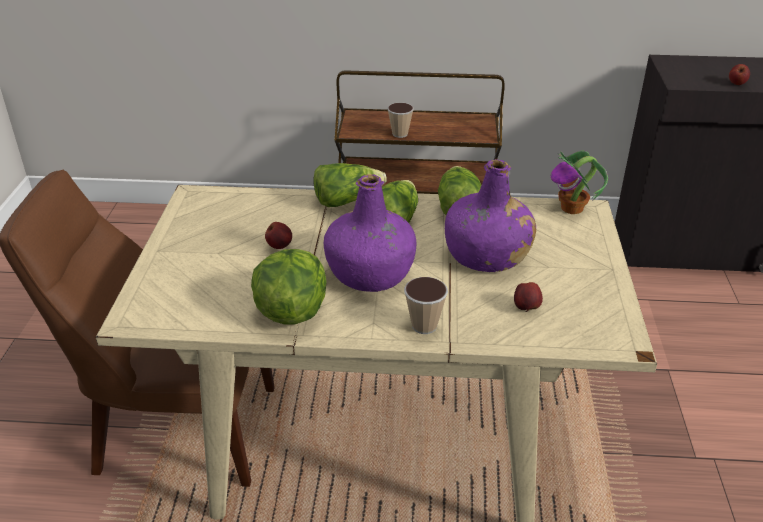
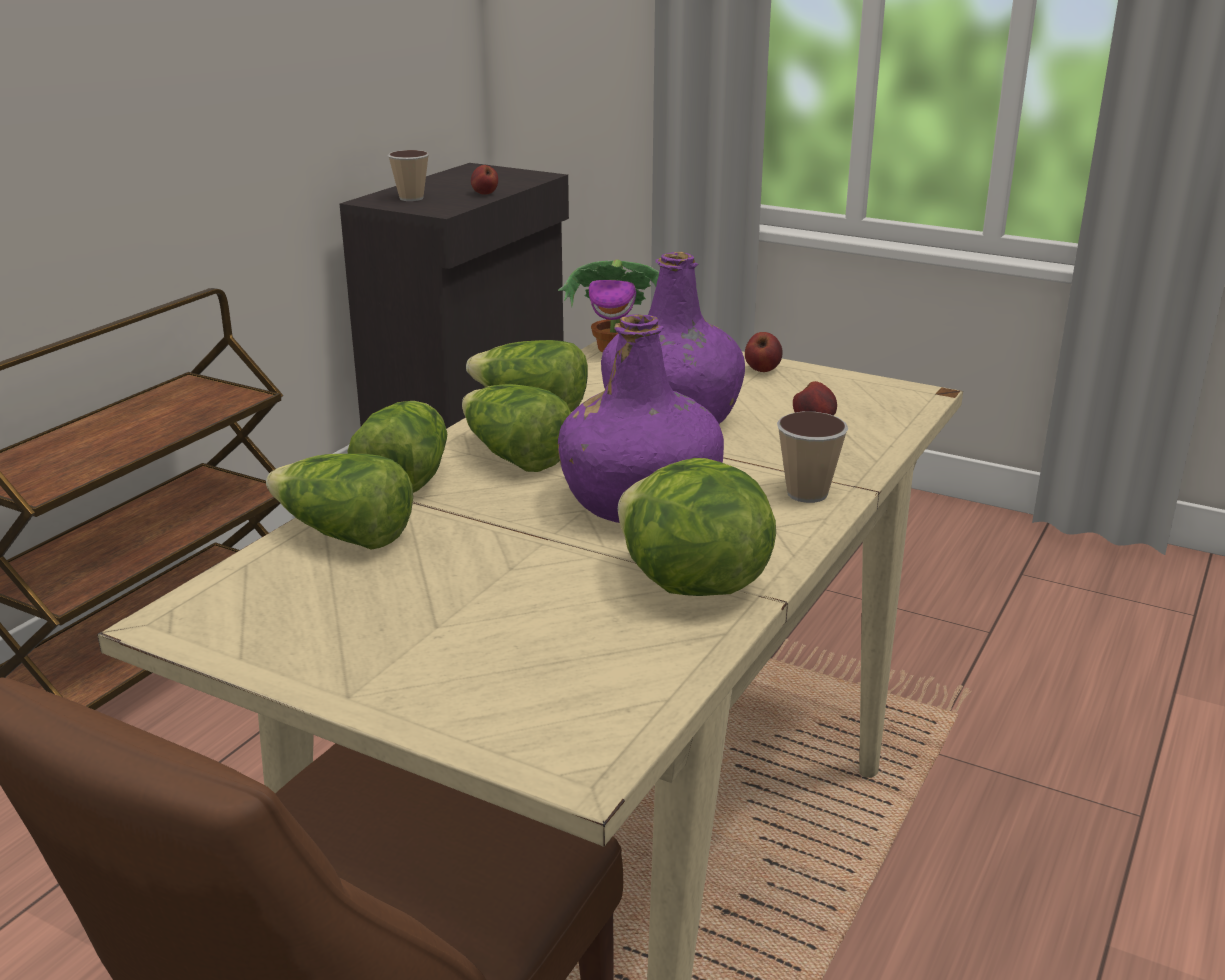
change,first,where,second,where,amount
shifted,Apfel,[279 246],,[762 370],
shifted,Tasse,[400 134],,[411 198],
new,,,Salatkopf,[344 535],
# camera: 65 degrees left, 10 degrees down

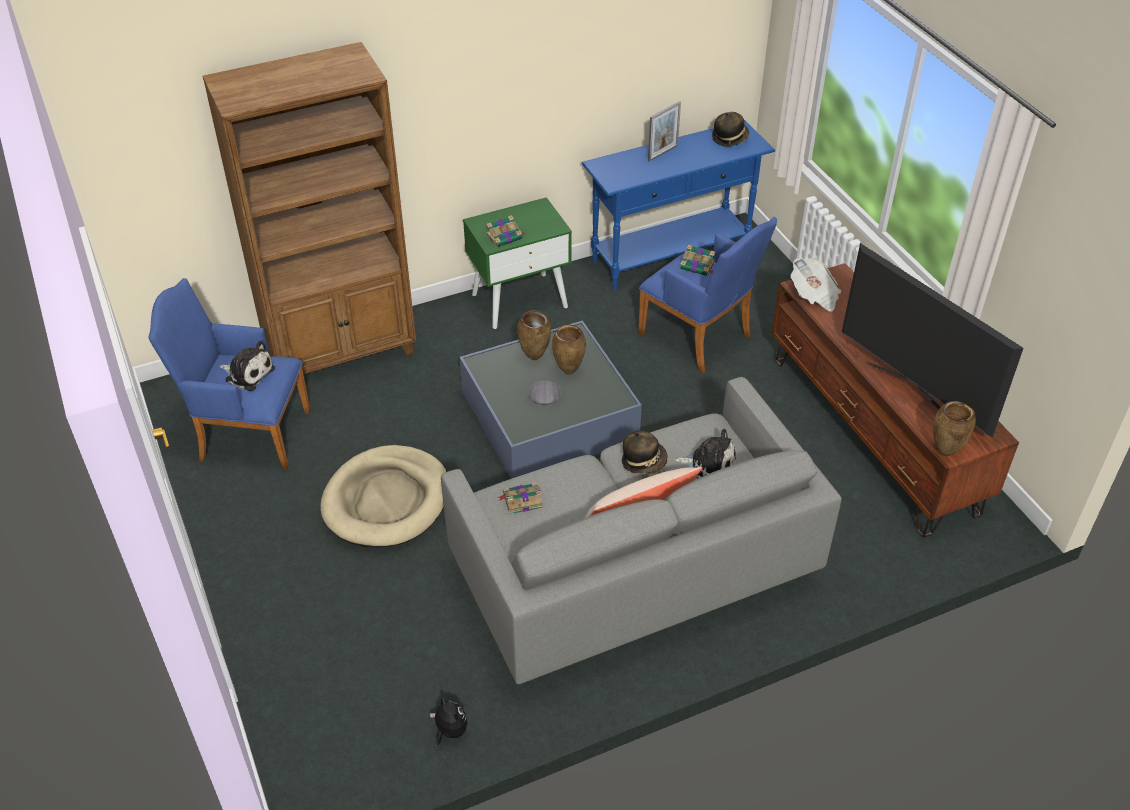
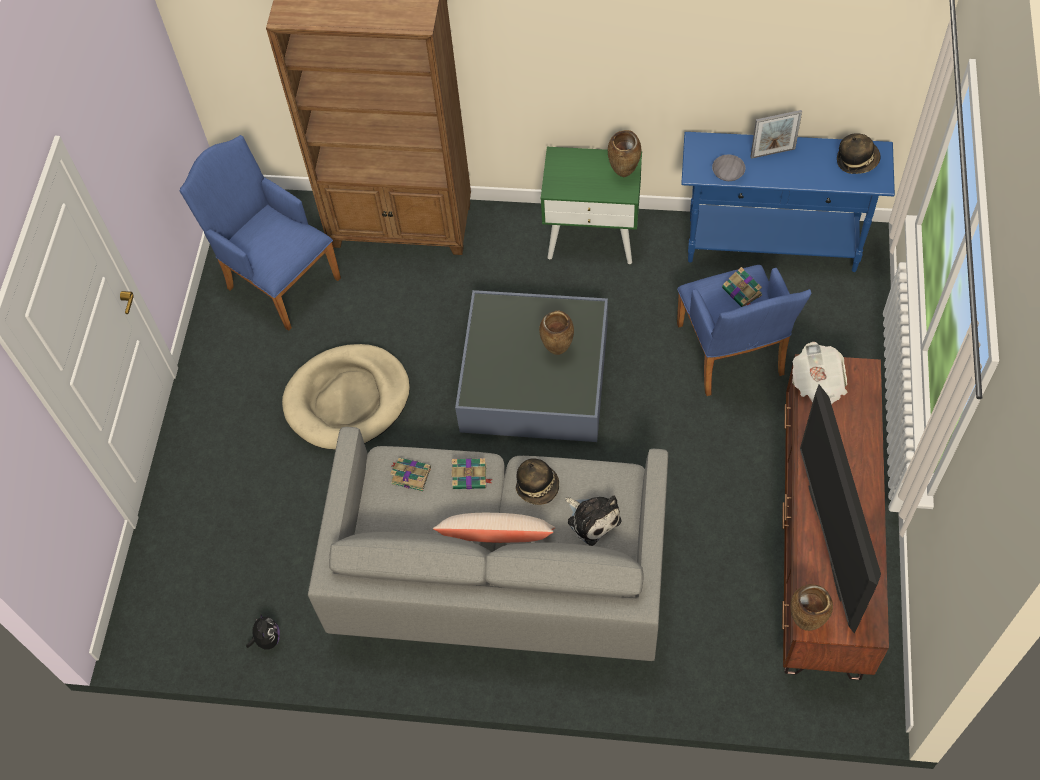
change,first,where,second,where,amount
gone,Plüschtier,[248 373],,,
shifted,Buch,[505 237],,[470 476],
shifted,Vase (braun),[535 357],,[624 174],
shifted,Schüssel (grau),[544 398],,[727 173],
# camera: 35 degrees right, 15 degrees up

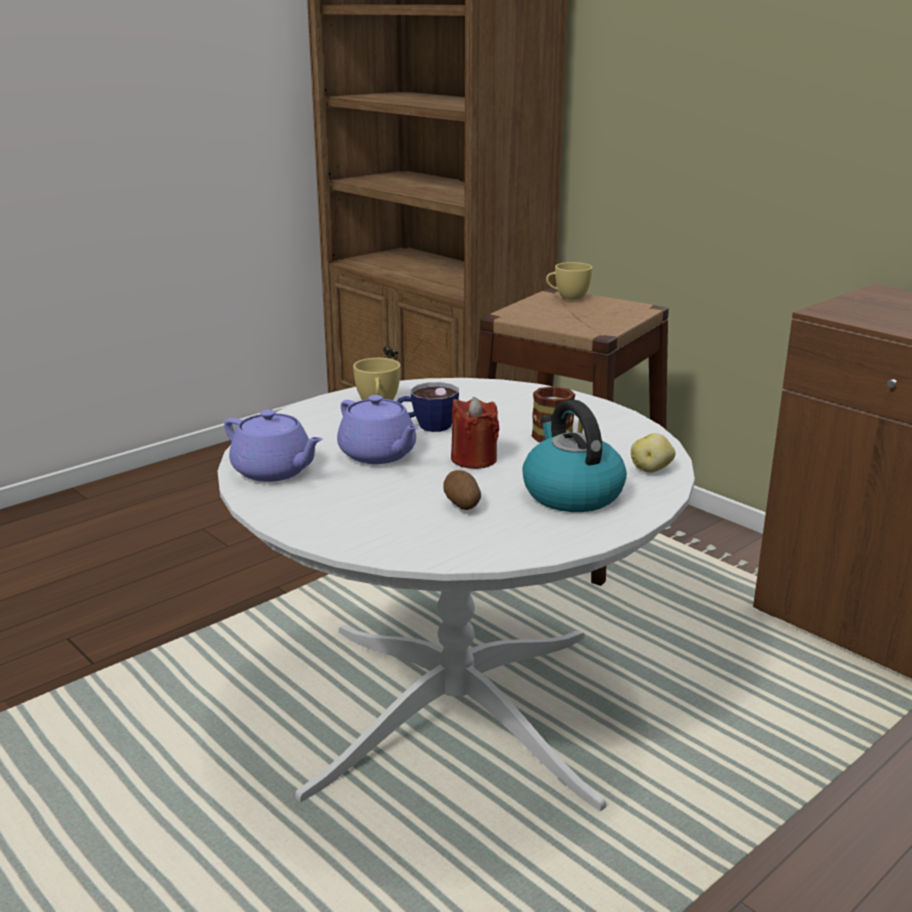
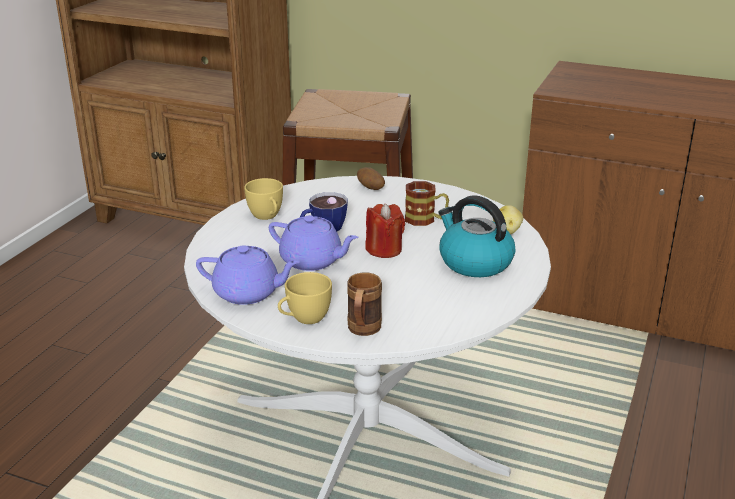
change,first,where,second,where,amount
shifted,Kartoffel,[461 505],,[370 188],
shifted,Tasse (gelb),[567 297],,[304 319],
new,,,Henkelbecher (braun),[362 331],
# camera: 25 degrees left, 5 degrees up

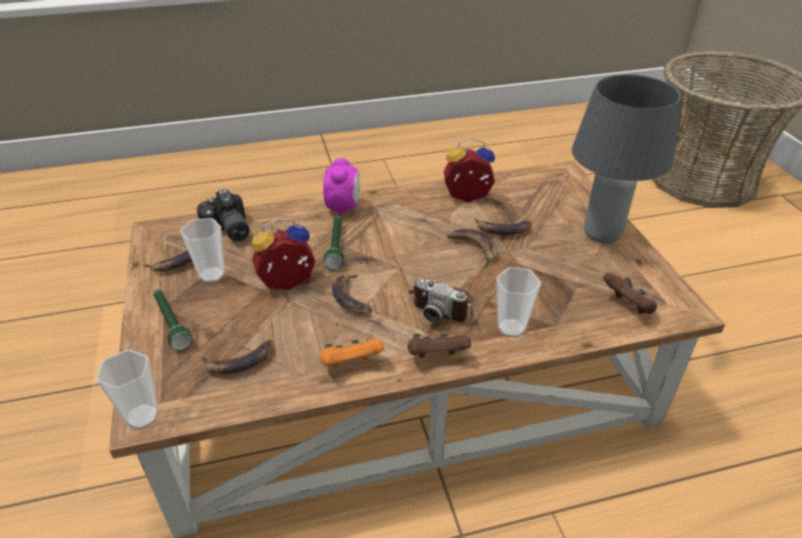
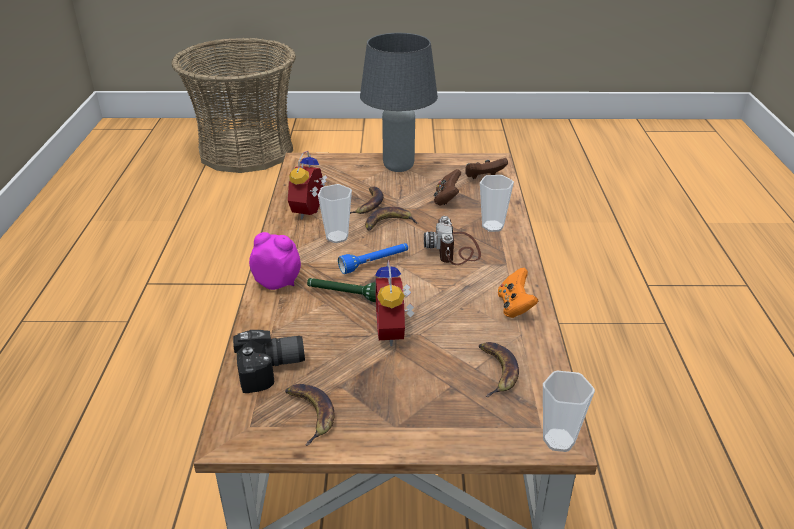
change,first,where,second,where,amount
gone,Taschenlampe (grün),[171 323],,,
shifted,Tasse,[211 275],,[337 237],
gone,Banane,[352 298],,,
shifted,Gamepad (braun),[436 357],,[446 199],
rotated,Kamera,[443 304],,[455 250],135 degrees clockwise
new,,,Taschenlampe (blau),[374 263],
# camera: 75 degrees left, 5 degrees down

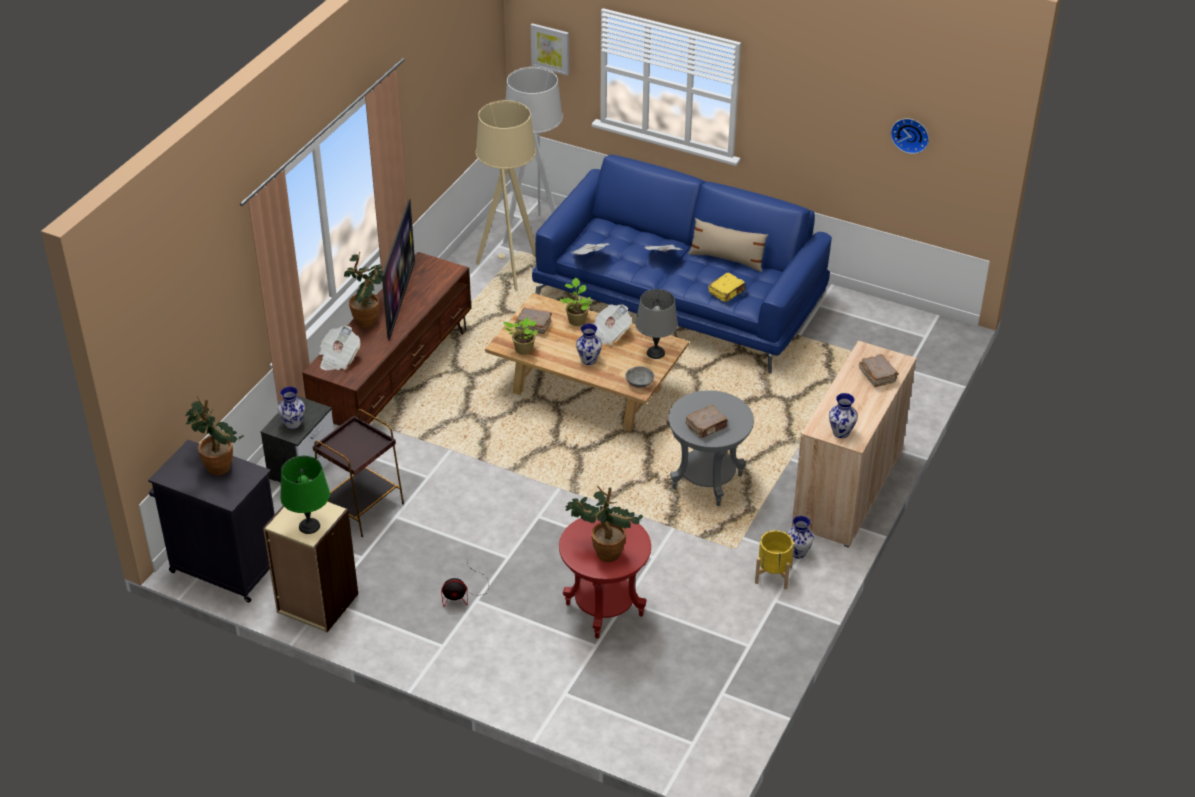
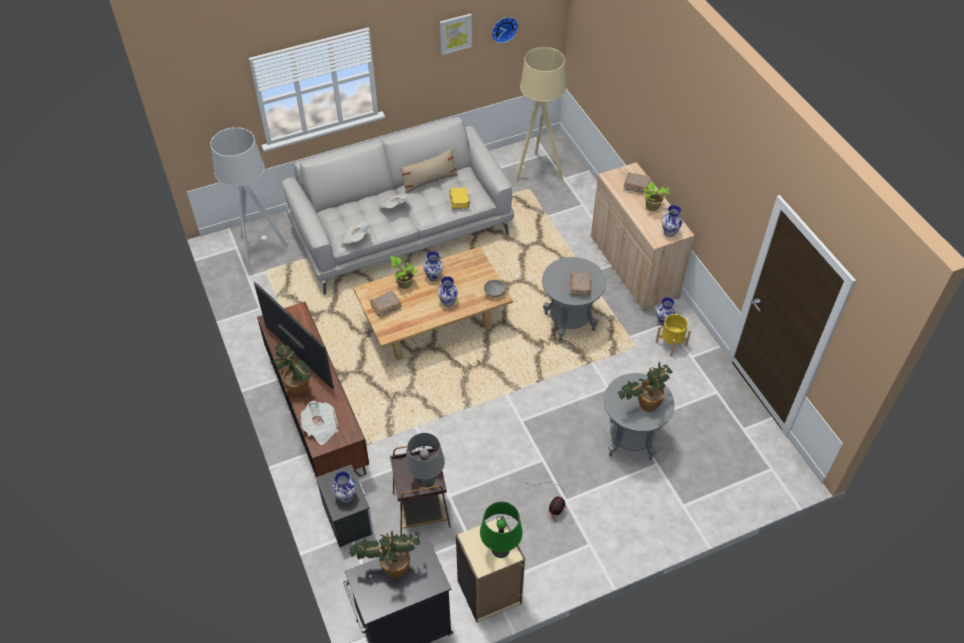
change,first,where,second,where,amount
shifted,Stehlampe (beige),[510 270],,[538 170],
shifted,Topfpflanze,[522 350],,[652 207],
shifted,Bild,[550 48],,[455 33],
repainted,Sofa (blau),[680 300],Sofa (grau),[401 228],
repainted,Beistelltisch (rot),[604 610],Beistelltisch (grau),[630 440],
swapped,Zeitung,[609 334],Vase,[434 277],
shifted,Tischlampe (grau),[656 353],,[426 479],
# camera: 50 degrees left, 10 degrees up

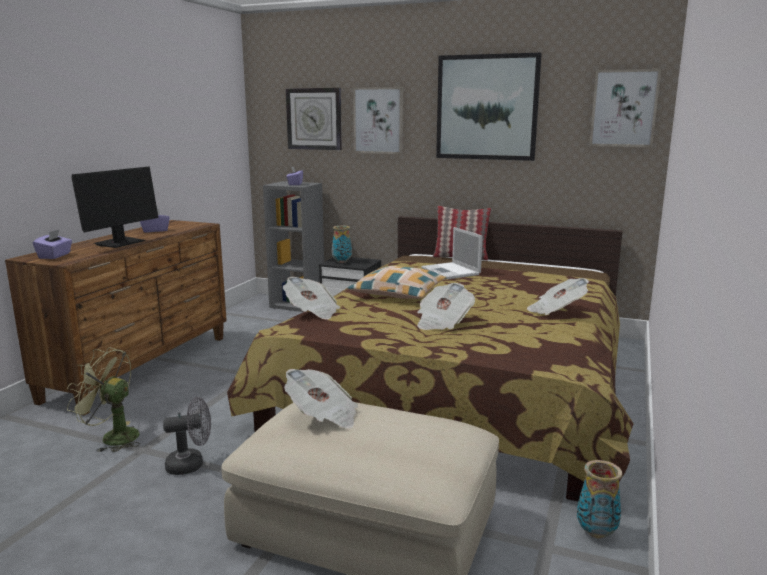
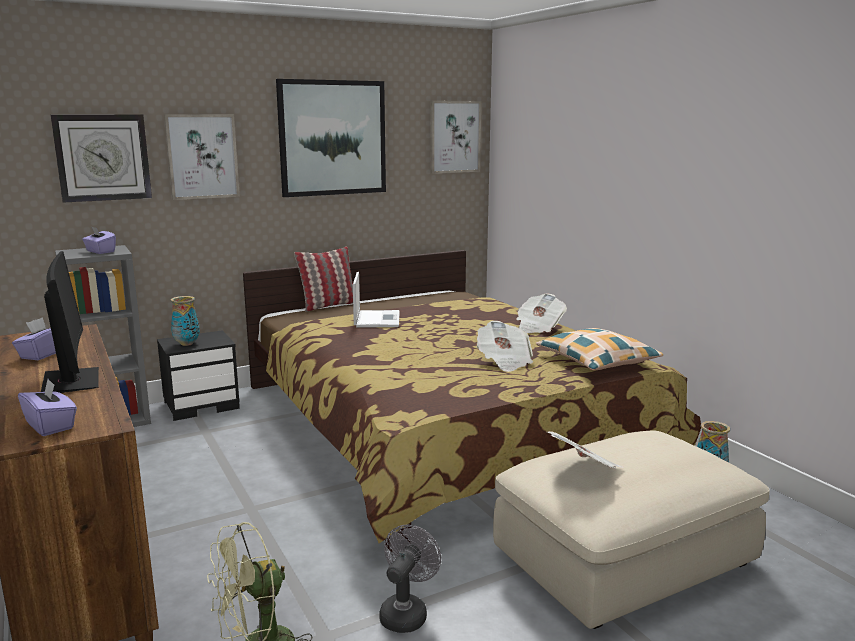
change,first,where,second,where,amount
gone,Zeitung,[312 312],,,
shifted,Kissen,[398 293],,[597 361],
rotated,Laptop,[451 271],,[377 319],105 degrees counterclockwise
# camera: 50 degrees left, 0 degrees up

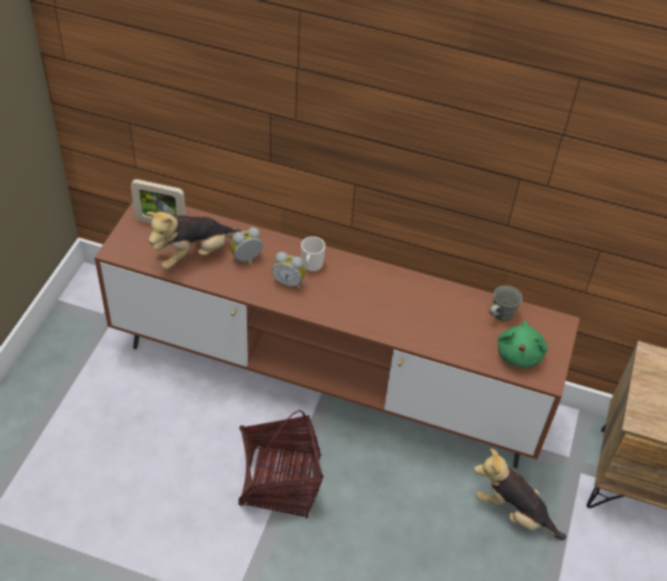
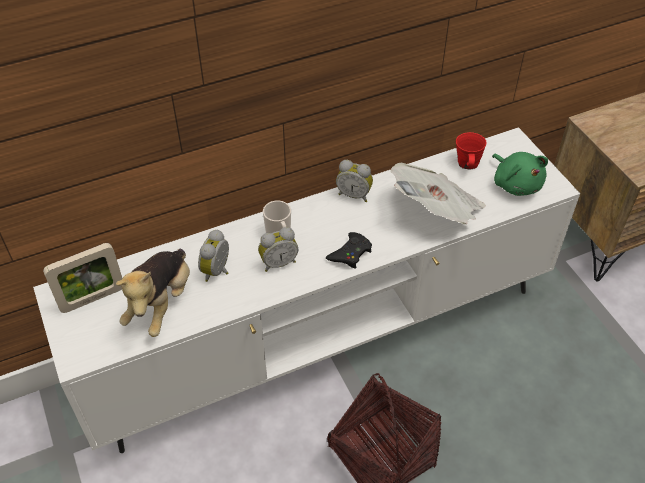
change,first,where,second,where,amount
repainted,Fernsehschrank (braun),[327 380],Fernsehschrank (weiß),[321 339],
gone,Plüschtier,[513 512],,,
repainted,Henkelbecher (grau),[501 314],Henkelbecher (rot),[467 164],
new,,,Gamepad (schwarz),[350 253],
new,,,Wecker,[354 194],
new,,,Zeitung,[436 211],
# camera: 40 degrees left, 0 degrees up

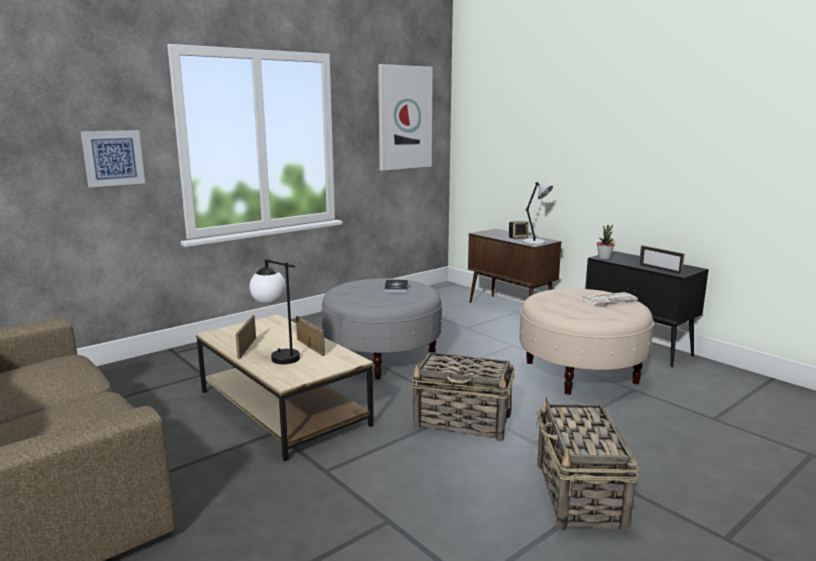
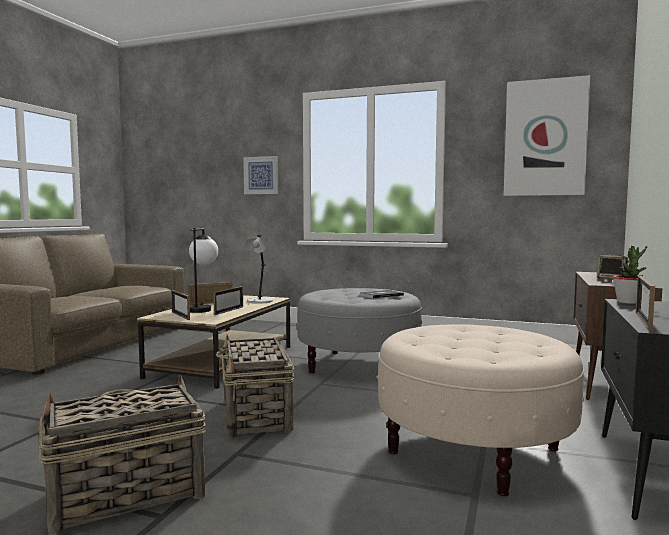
change,first,where,second,where,amount
shifted,Tischlampe (grau),[535 242],,[259 301],
gone,Zeitung,[609 299],,,
new,,,Bilderrahmen,[180 315],
# camera: 60 degrees right, 10 degrees down

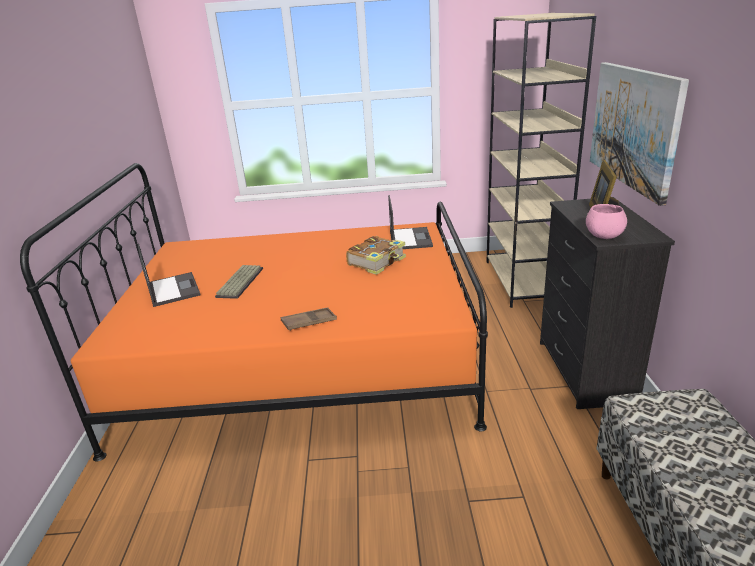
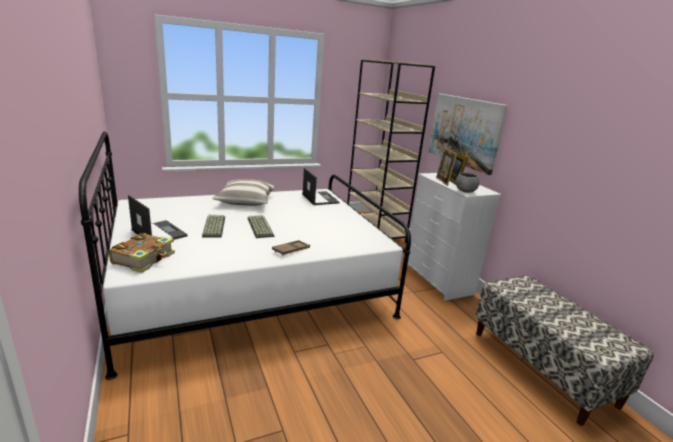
change,first,where,second,where,amount
repainted,Bett (orange),[302 359],Bett (weiß),[251 287],
shifted,Buch,[377 262],,[145 259],
repainted,Kommode (schwarz),[585 372],Kommode (weiß),[438 280],
repainted,Schüssel (rosa),[604 236],Schüssel (grau),[465 191],
new,,,Kissen,[245 201],
new,,,Tastatur,[259 227],
new,,,Bilderrahmen,[443 182],
# camera: 25 degrees left, 5 degrees down

